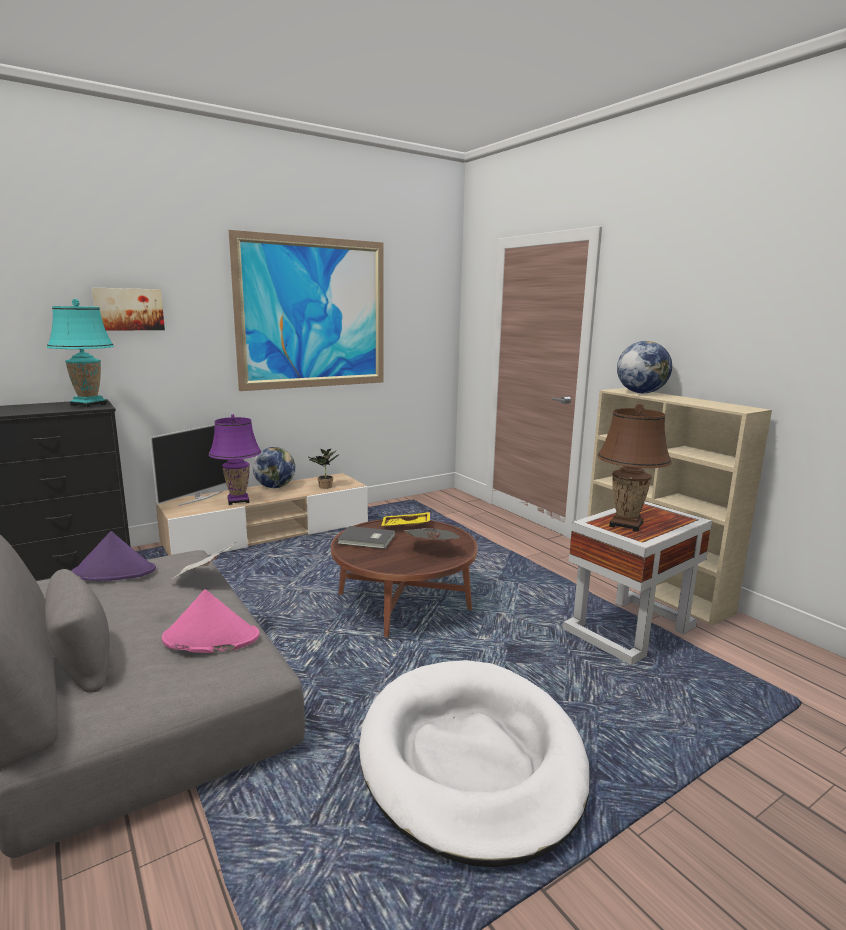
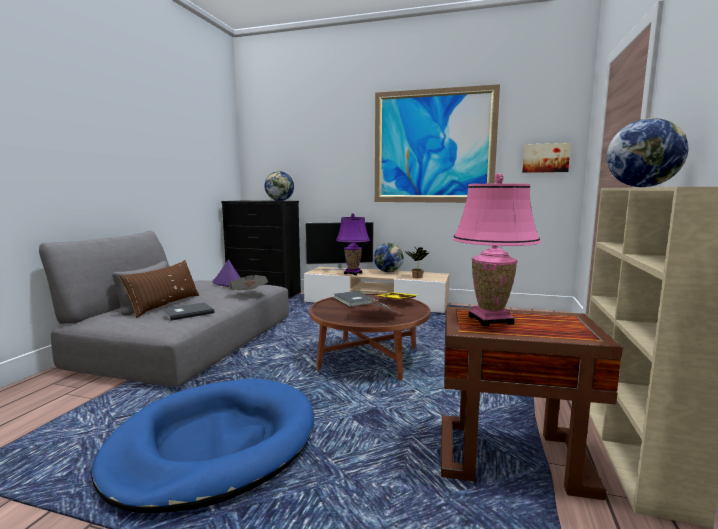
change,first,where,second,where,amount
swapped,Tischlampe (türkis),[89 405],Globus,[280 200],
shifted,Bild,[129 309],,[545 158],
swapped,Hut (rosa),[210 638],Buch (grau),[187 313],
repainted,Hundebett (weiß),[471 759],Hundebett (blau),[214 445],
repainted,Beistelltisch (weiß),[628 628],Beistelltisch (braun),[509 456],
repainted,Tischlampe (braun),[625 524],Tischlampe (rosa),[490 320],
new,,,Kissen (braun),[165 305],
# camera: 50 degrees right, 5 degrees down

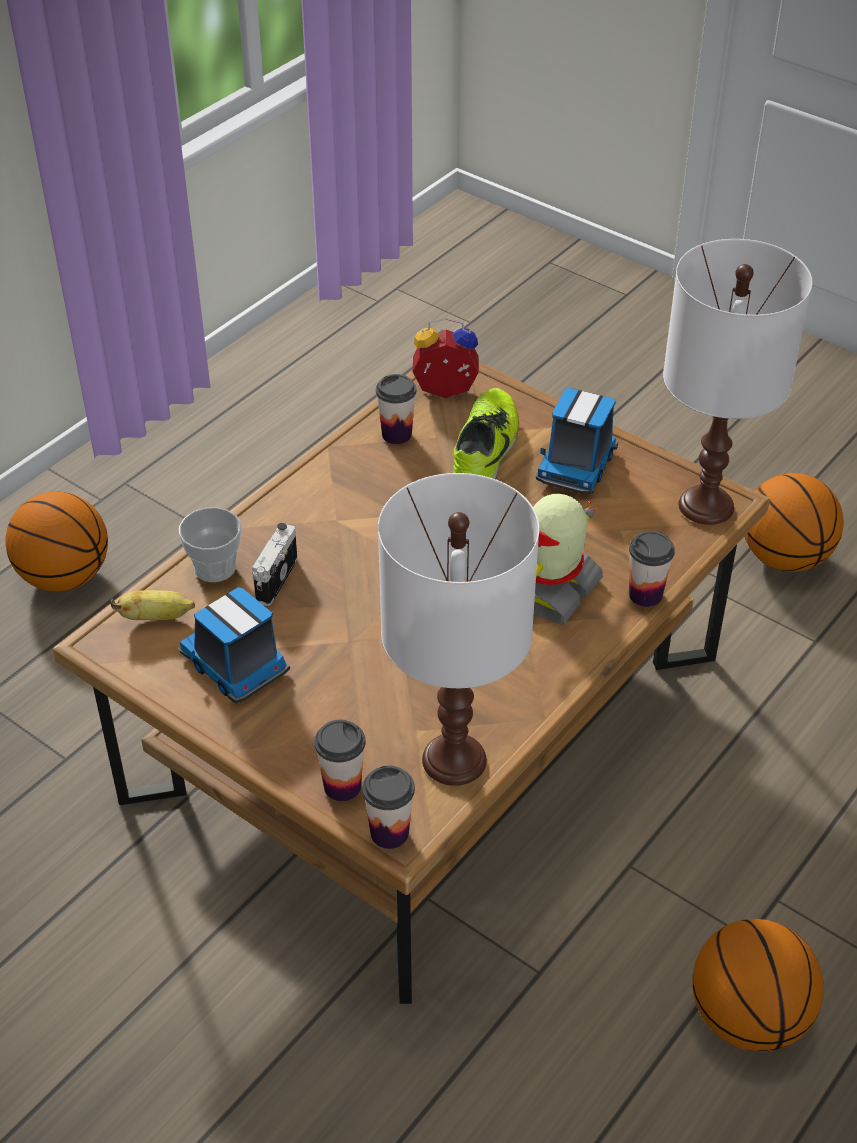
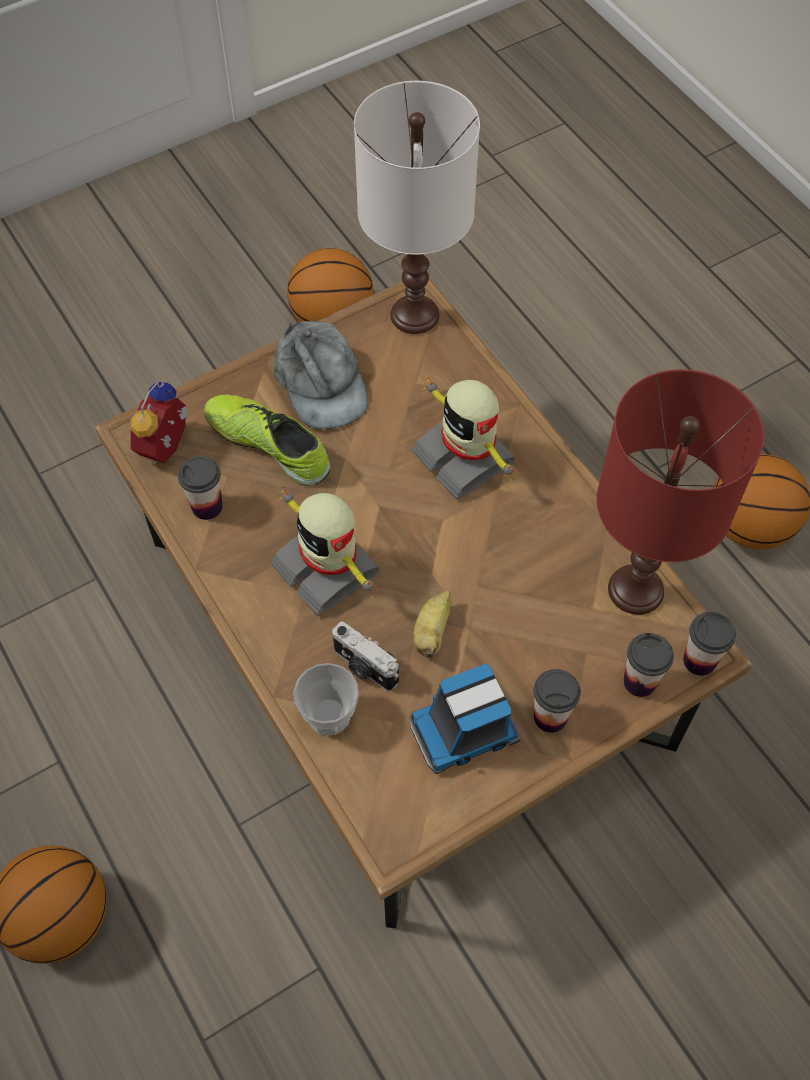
change,first,where,second,where,amount
shifted,Banane,[156 617],,[432 632],
repainted,Tischlampe (weiß),[454 758],Tischlampe (rot),[634 589],
swapped,Spielzeuglaster,[577 464],Kappe (grau),[321 382],
shifted,Tasse,[645 595],,[550 717],
new,,,Spielzeugroboter,[328 568],
# camera: 70 degrees left, 15 degrees up

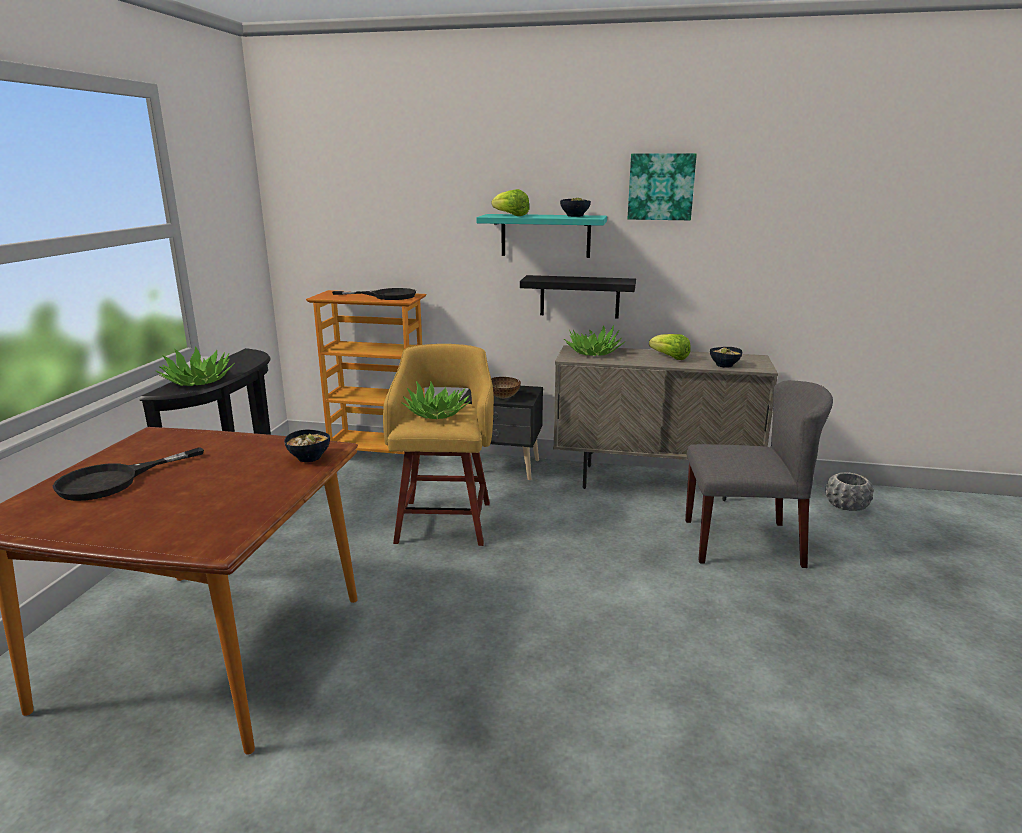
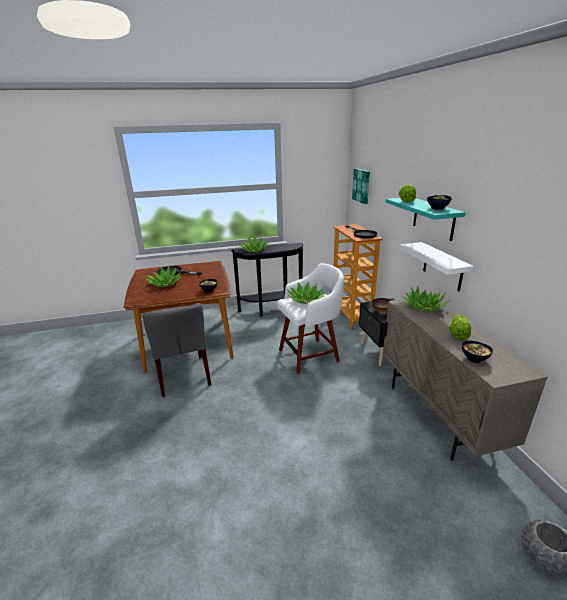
change,first,where,second,where,amount
repainted,Hocker (gelb),[445 520],Hocker (weiß),[310 355],
repainted,Wandregal (schwarz),[579 296],Wandregal (weiß),[443 266],
shifted,Bild,[661 187],,[362 186],
shifted,Stuhl (grau),[743 542],,[184 375],
new,,,Topfpflanze,[165 284],
# camera: 65 degrees right, 5 degrees up

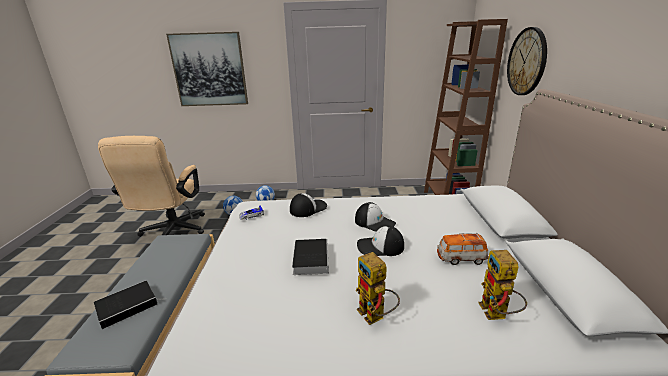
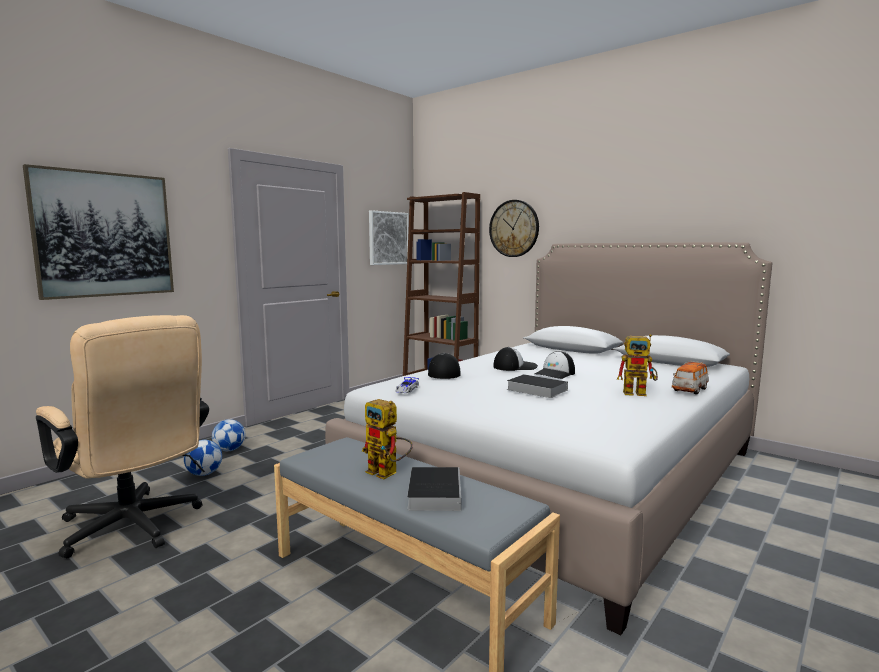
change,first,where,second,where,amount
shifted,Spielzeugauto,[461 258],,[689 390],
shifted,Spielzeugroboter,[497 315],,[388 473],
new,,,Bild,[388 238],
# camera: 50 degrees left, 15 degrees down

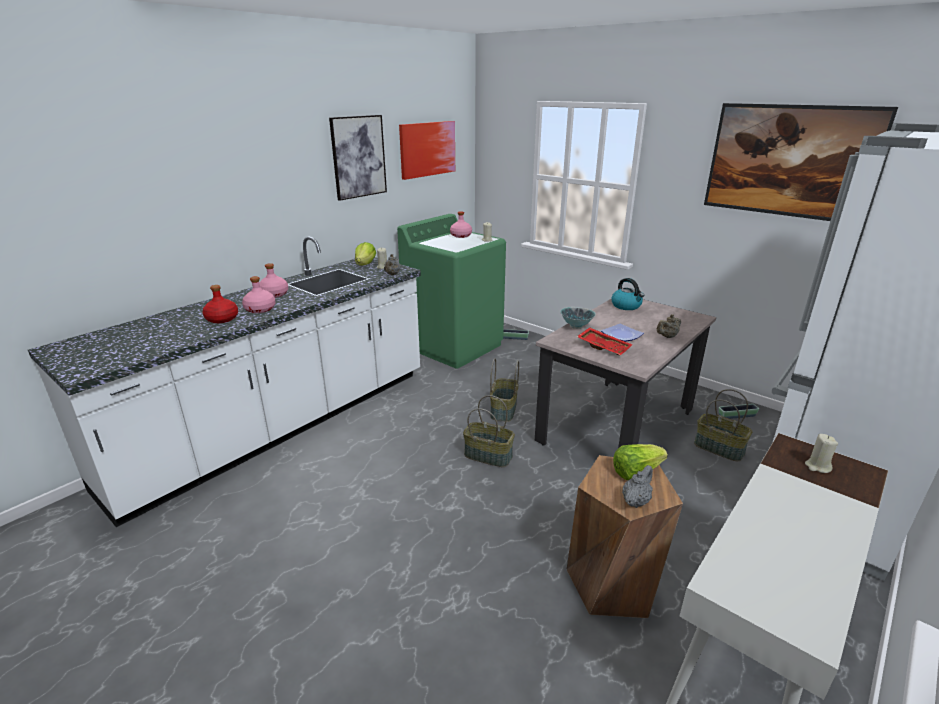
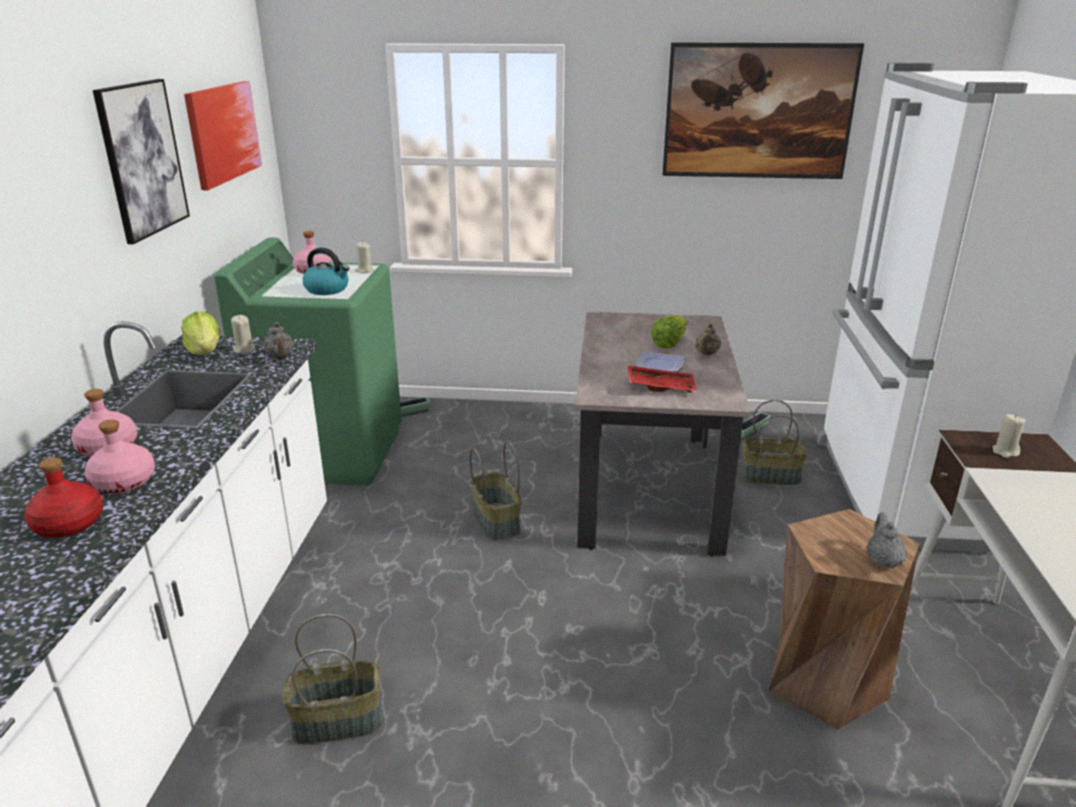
change,first,where,second,where,amount
shifted,Korb,[489 455],,[338 720],
gone,Schüssel,[576 326],,,
shifted,Wasserkessel,[626 306],,[327 289],
shifted,Salatkopf,[636 472],,[669 343],
# camera: 35 degrees left, 0 degrees up

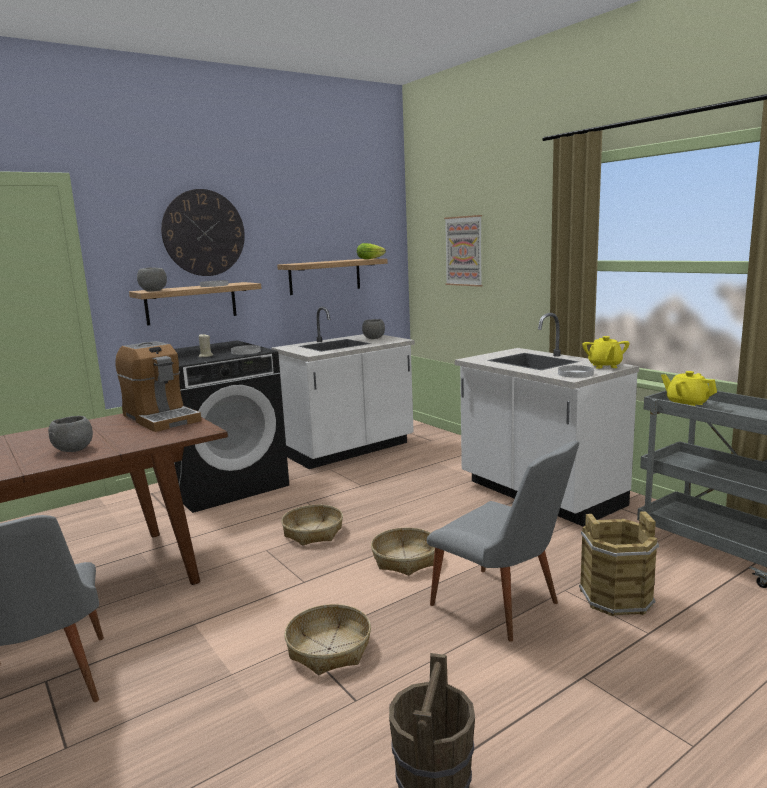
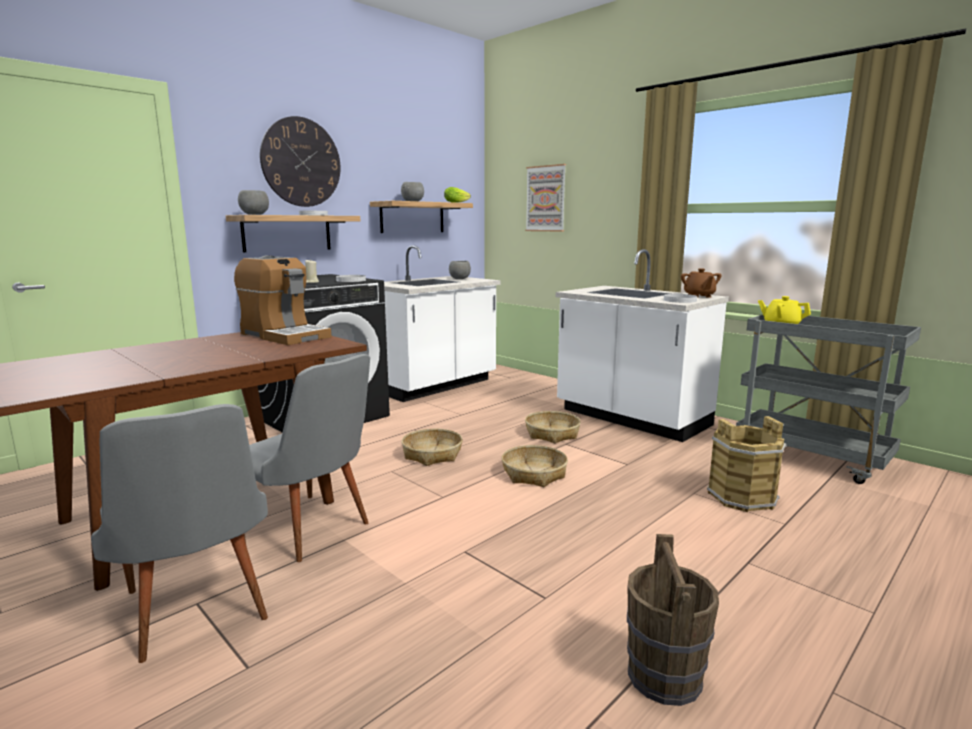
change,first,where,second,where,amount
shifted,Schüssel (grau),[74 449],,[413 201],
shifted,Korb,[328 649],,[552 434],
shifted,Stuhl (grau),[504 608],,[310 531],
repainted,Teekanne (gelb),[604 366],Teekanne (braun),[699 296],
# camera: 10 degrees left, 0 degrees up

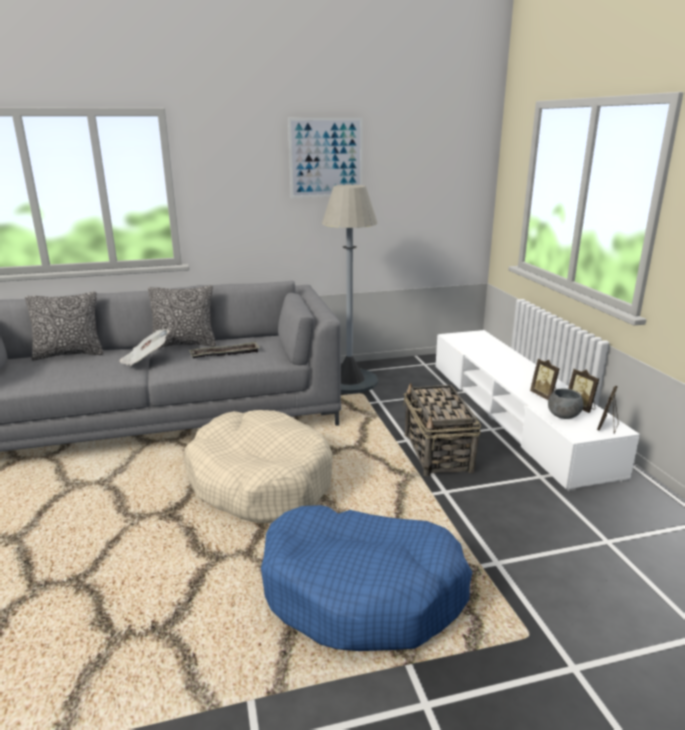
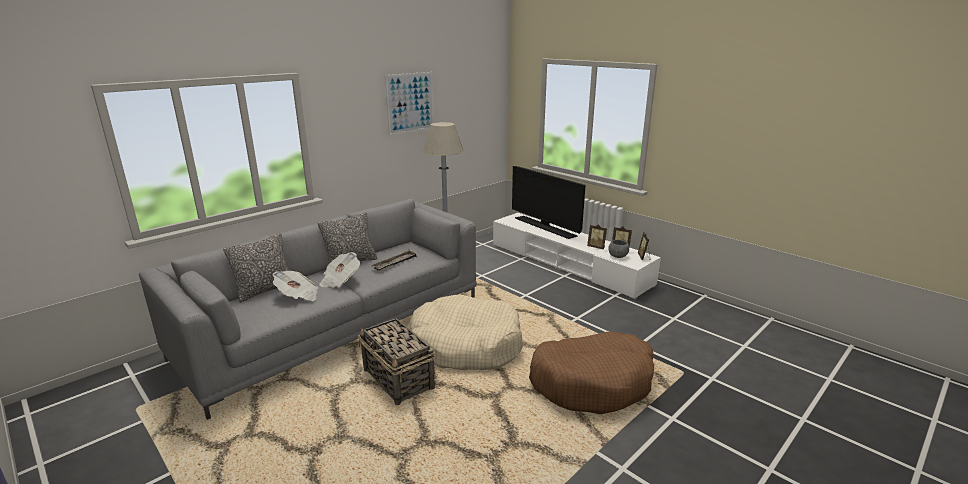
change,first,where,second,where,amount
repainted,Hundebett (blau),[362 591],Hundebett (braun),[592 382],
shifted,Korb,[438 453],,[398 379],
new,,,Zeitung,[298 296],
new,,,Fernseher,[545 227],
# camera: 30 degrees left, 0 degrees up

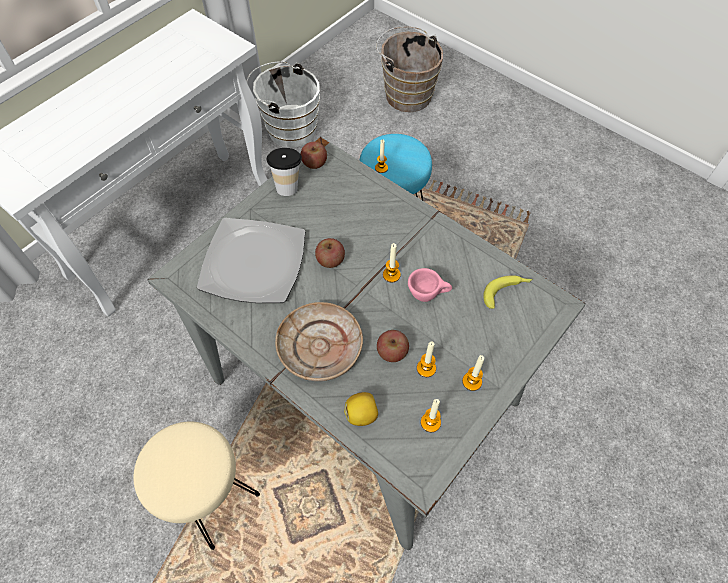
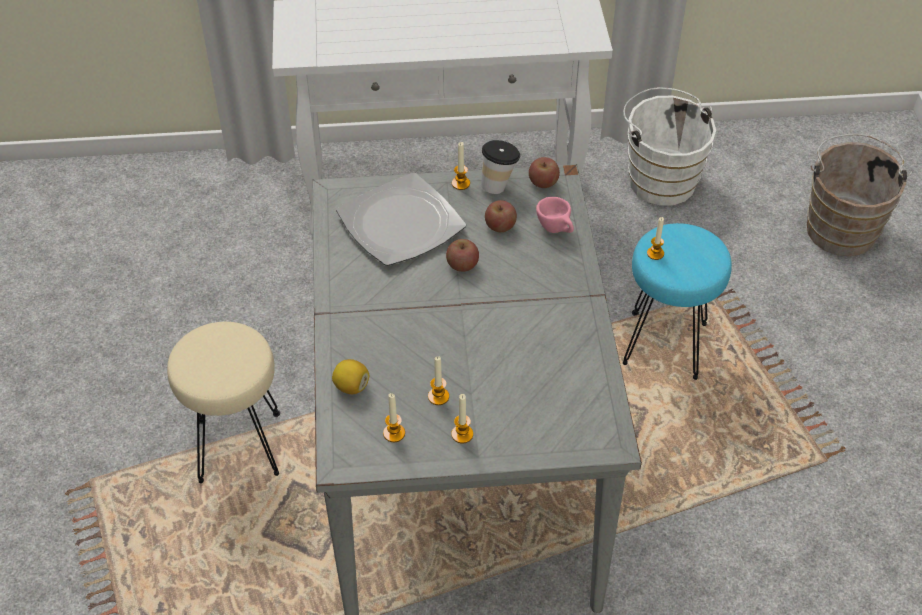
change,first,where,second,where,amount
gone,Teller (beige),[320 347],,,
shifted,Apfel,[392 352],,[500 226],
shifted,Kerze,[391 275],,[460 183],
shifted,Tasse (rosa),[428 295],,[556 230],
gone,Banane,[506 292],,,
# camera: 45 degrees right, 10 degrees down

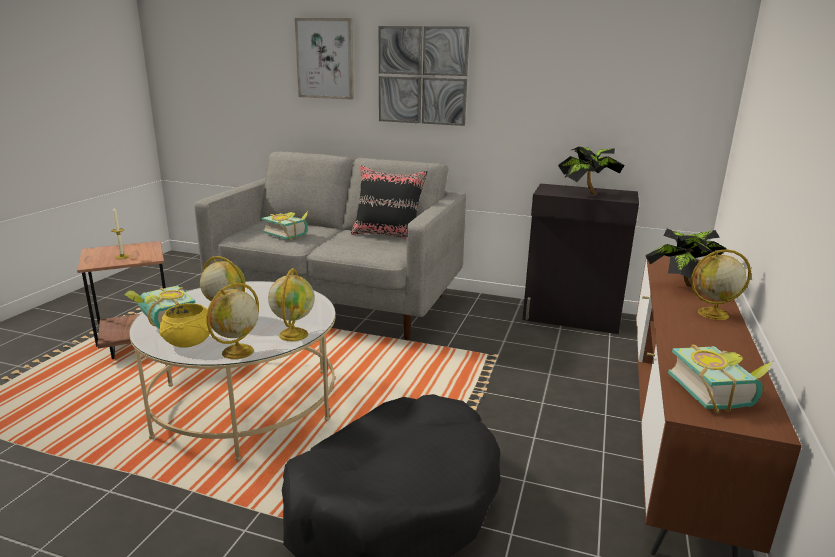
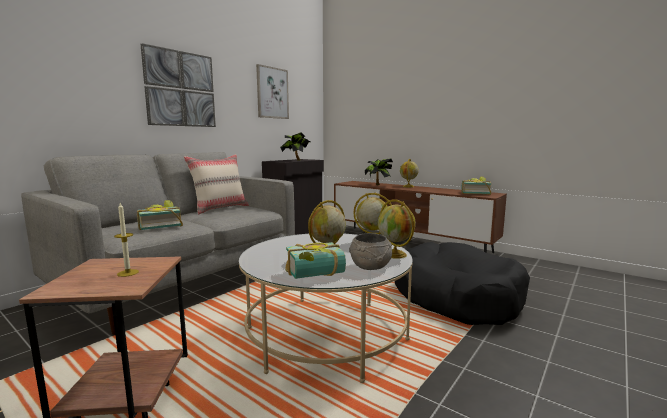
change,first,where,second,where,amount
repainted,Schüssel (gelb),[189 342],Schüssel (grau),[370 266],
shifted,Bild,[325 59],,[272 93],
repainted,Kissen (schwarz),[387 235],Kissen (beige),[220 208],
# camera: 70 degrees left, 10 degrees down

